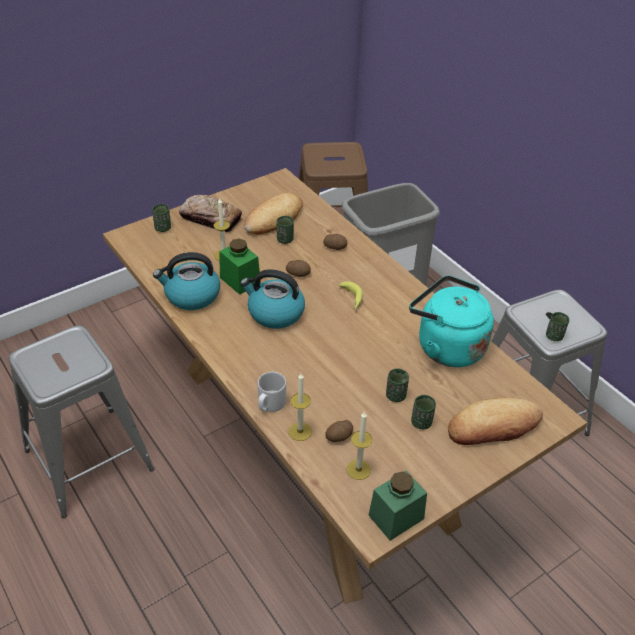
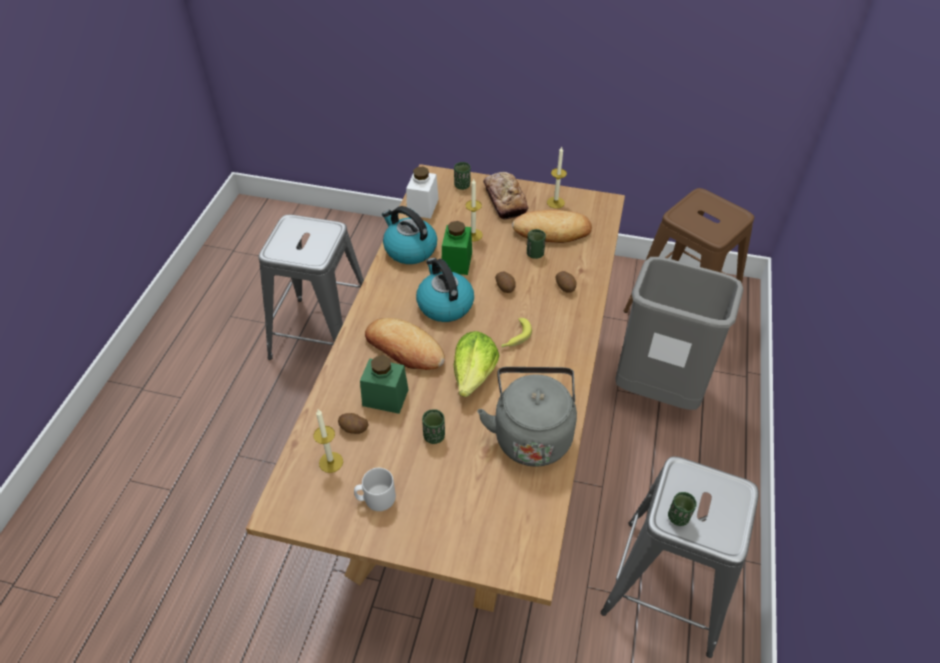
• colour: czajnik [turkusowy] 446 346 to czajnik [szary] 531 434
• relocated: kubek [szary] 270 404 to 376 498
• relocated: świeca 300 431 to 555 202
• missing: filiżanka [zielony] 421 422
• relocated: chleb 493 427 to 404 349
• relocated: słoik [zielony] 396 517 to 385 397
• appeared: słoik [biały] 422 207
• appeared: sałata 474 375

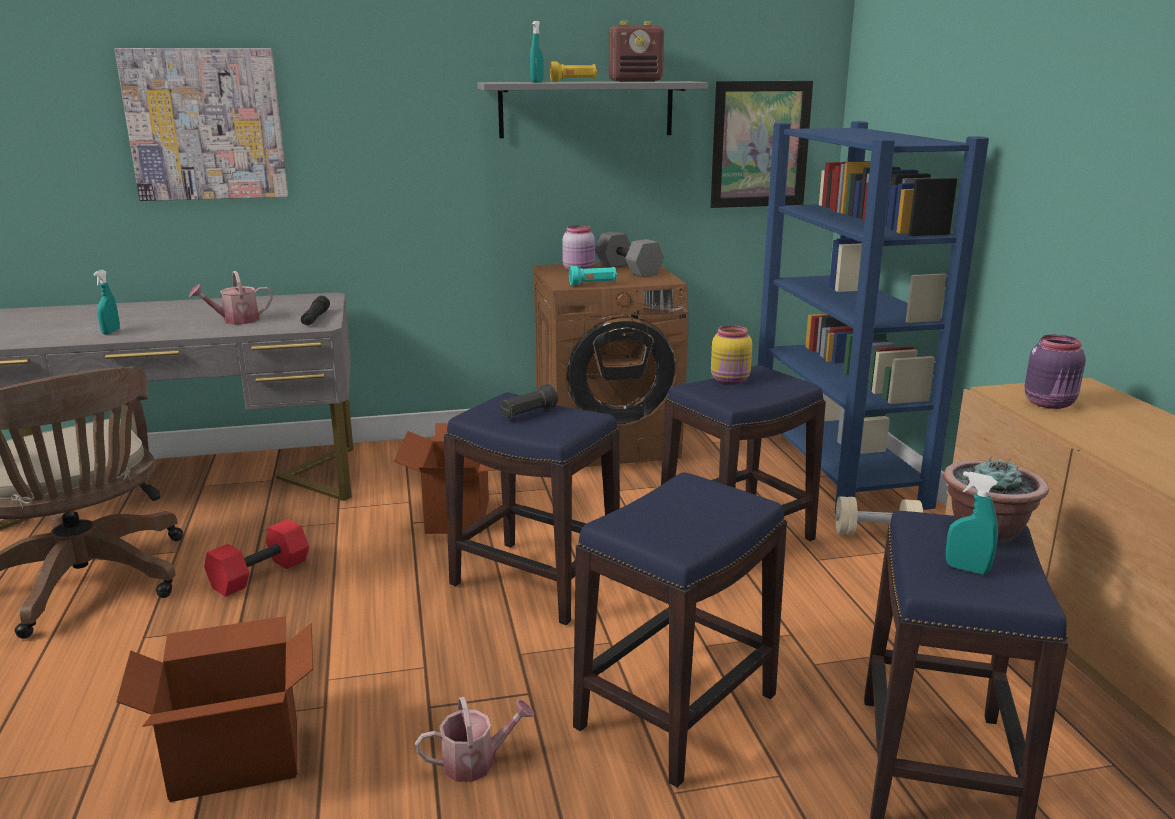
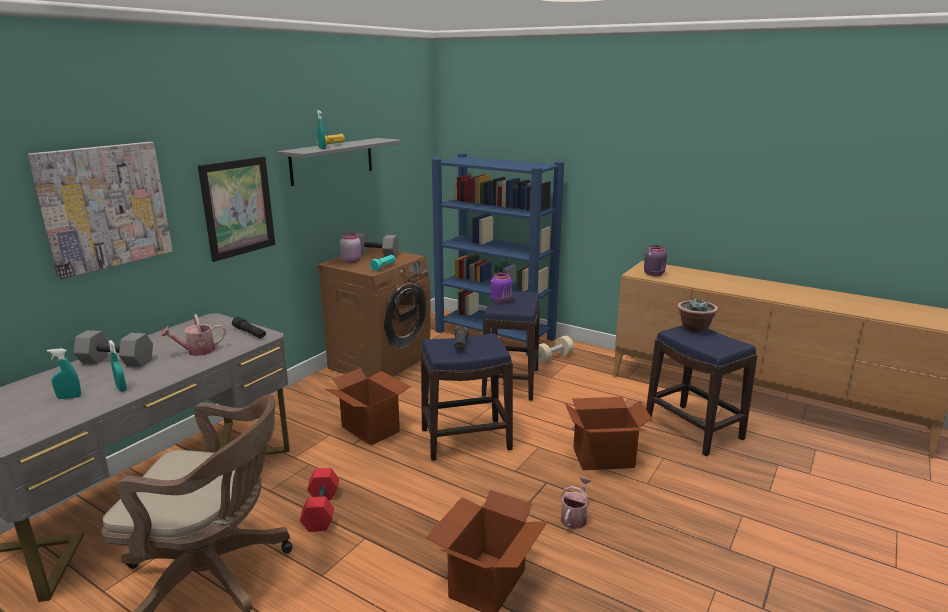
• missing: radio 636 81
• relocated: obraz 760 144 to 238 207
• spun: konewka 235 320 = 197 351 45 degrees clockwise
• colour: słoik [żółty] 731 380 to słoik [fioletowy] 501 301
• relocated: spryskiwacz [turkusowy] 967 569 to 69 397
• exchanged: stołek 676 711 to karton 603 457
• appeared: hantel [szary] 118 361

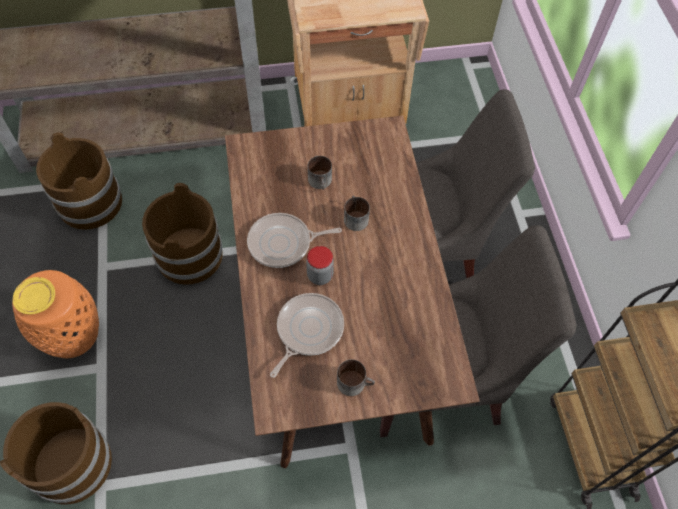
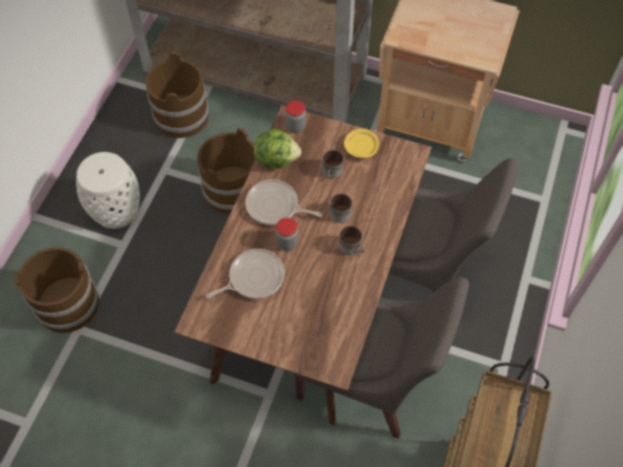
• colour: stołek [pomarańczowy] 72 334 to stołek [biały] 116 210
• relocated: talerz [żółty] 36 299 to 361 147
• relocated: kubek 355 382 to 352 247
• appeared: słoik 296 126
• appeared: sałata 276 159

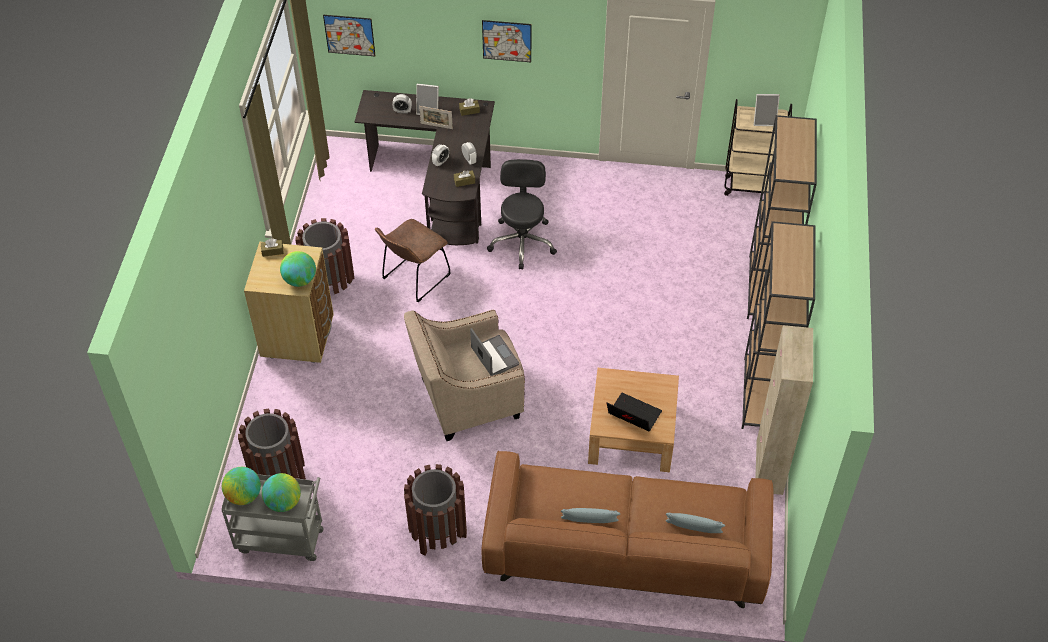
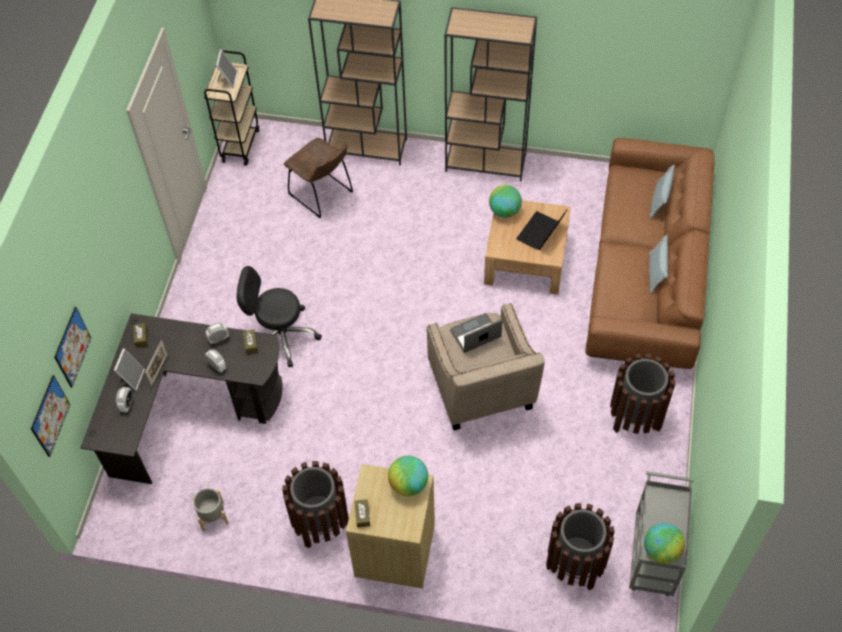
• relocated: obraz 507 41 to 72 347
• relocated: krzesło [brązowy] 414 279 to 323 195
• missing: szafka [beżowy] 769 467
• relocated: globus 283 502 to 504 211
• appeared: donica [szary] 213 516

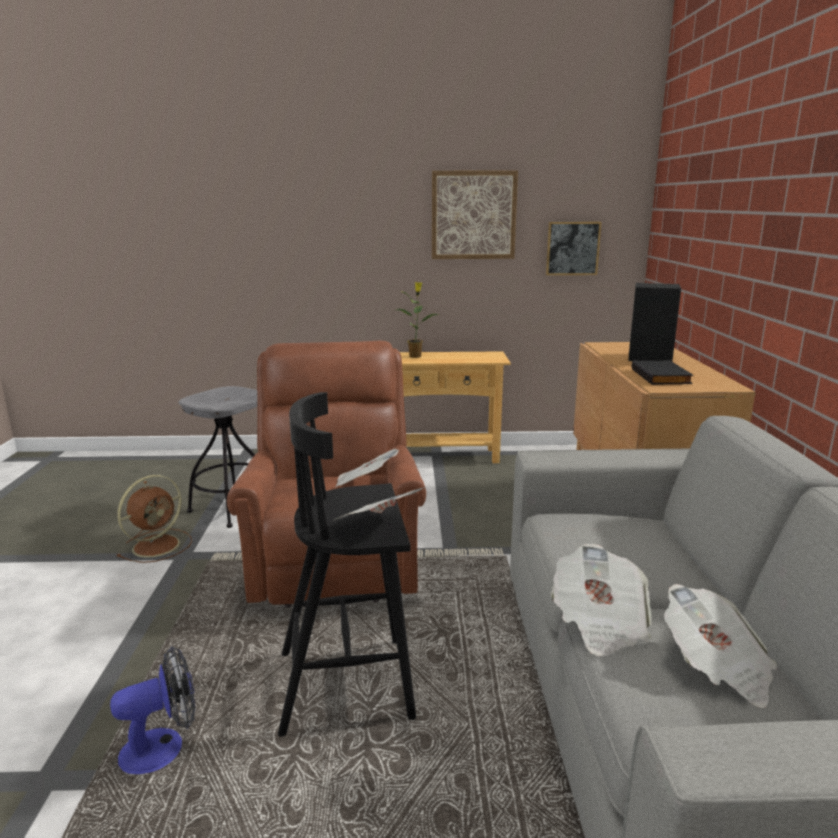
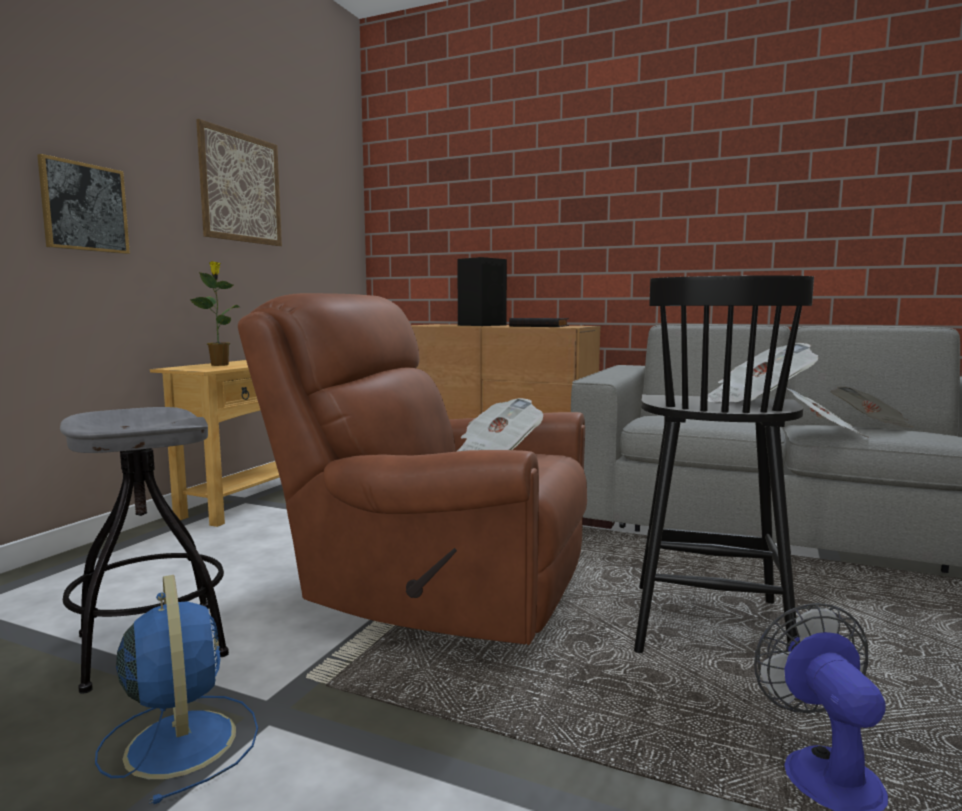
• relocated: obraz 572 248 to 84 207
• colour: wentylator [brązowy] 158 545 to wentylator [niebieski] 180 740

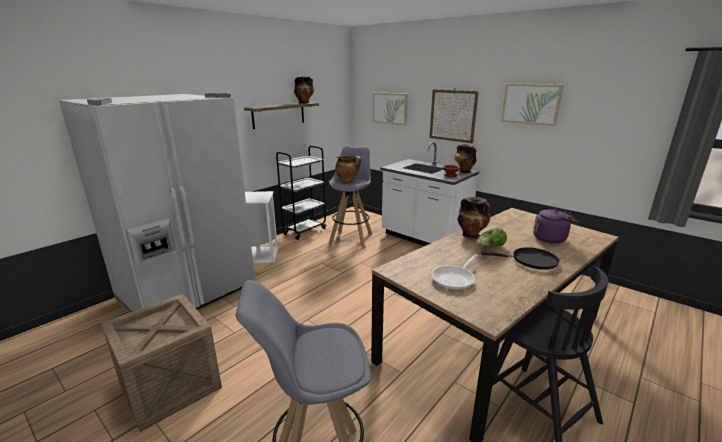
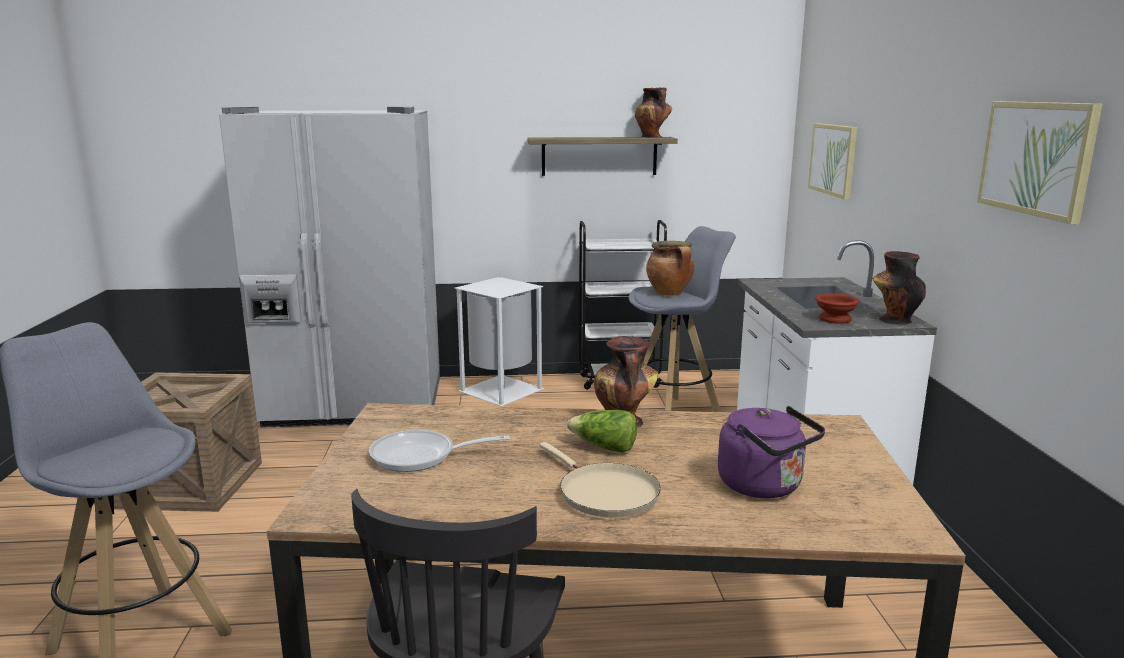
• missing: obraz 453 114
• colour: patelnia [czarny] 531 261 to patelnia [beżowy] 604 493

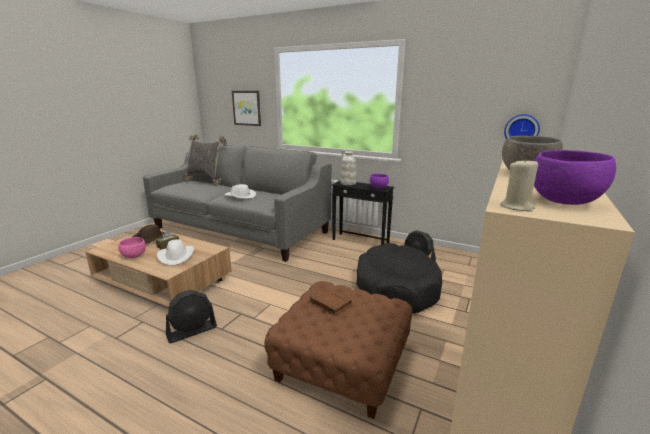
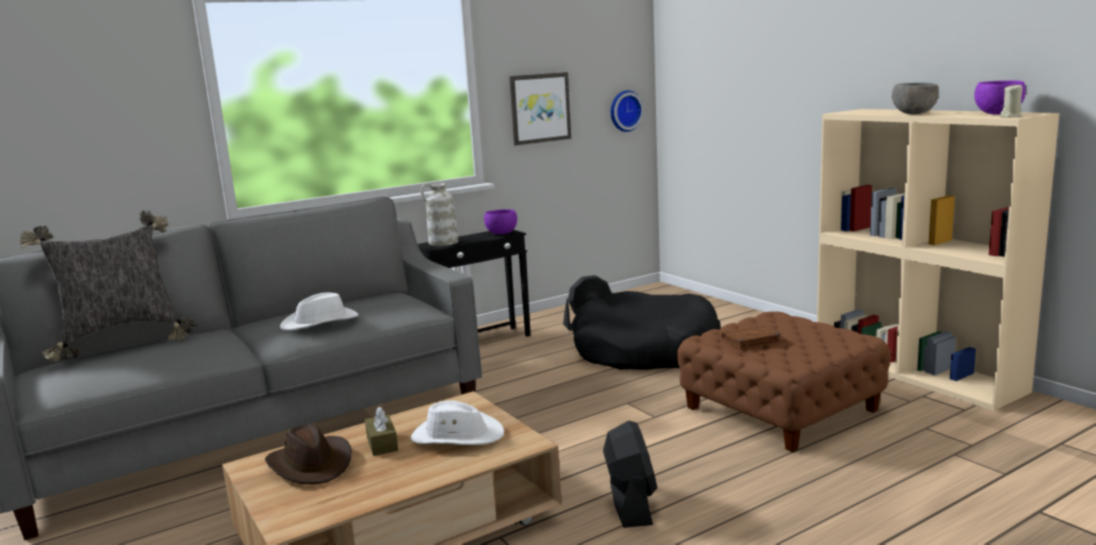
• relocated: obraz 247 108 to 539 108
• missing: miska [różowy] 134 256

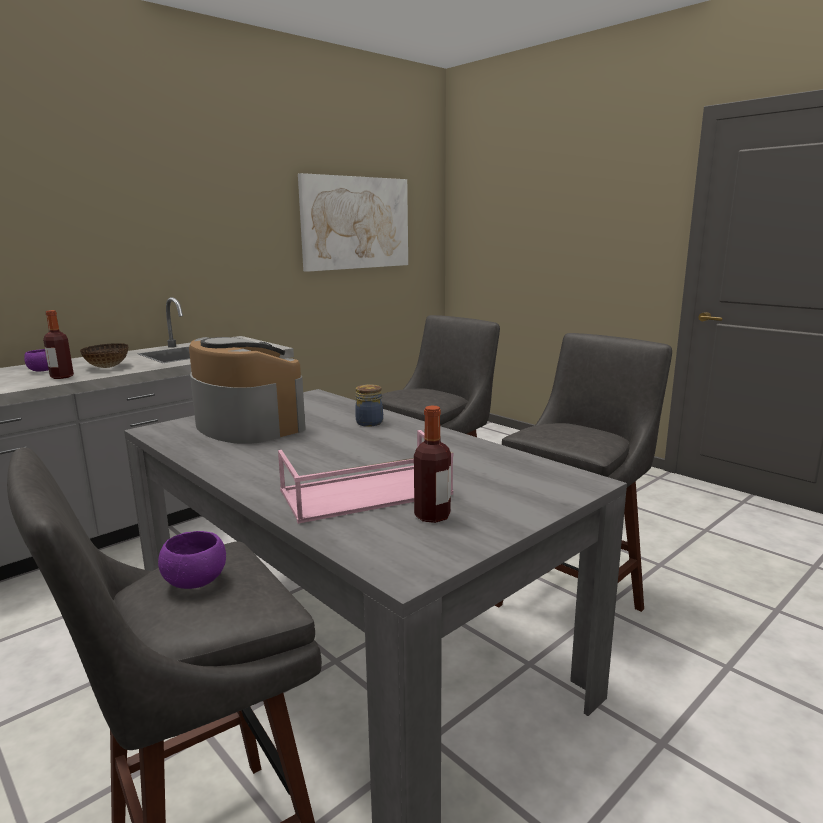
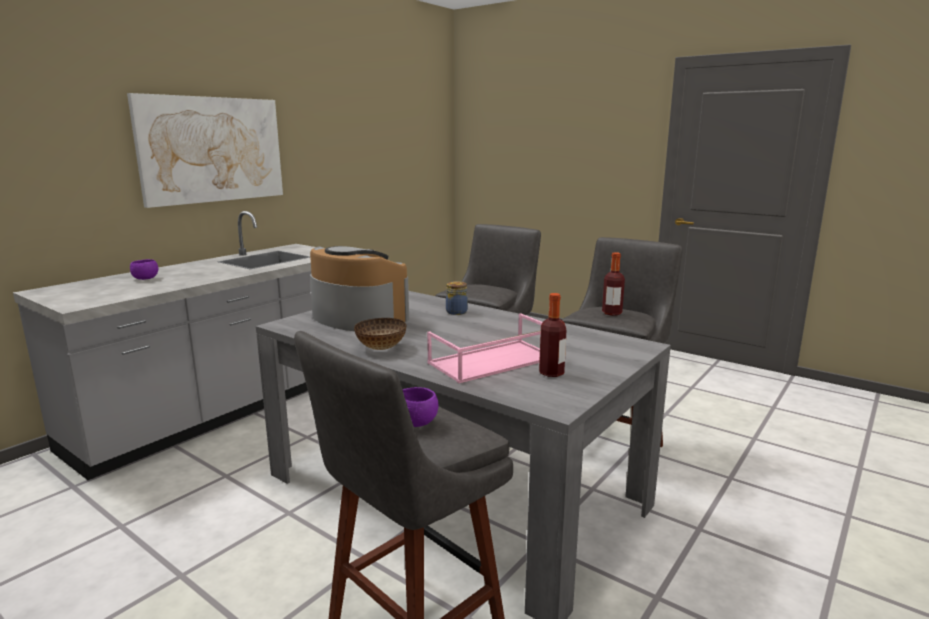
• relocated: obraz 356 223 to 212 149
• relocated: butelka 62 377 to 612 313
• relocated: miska 106 367 to 380 348

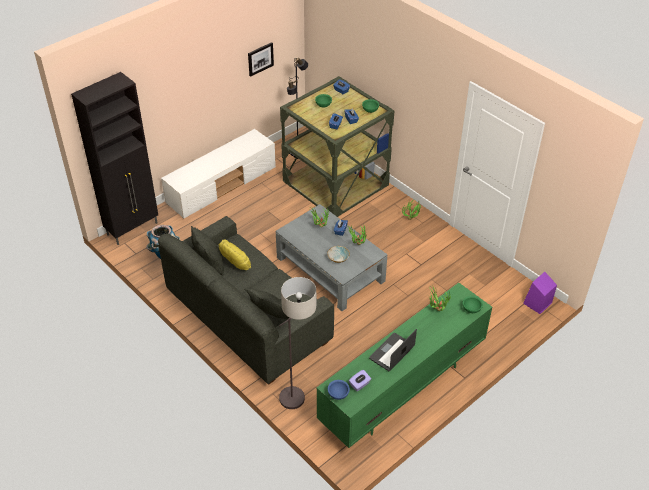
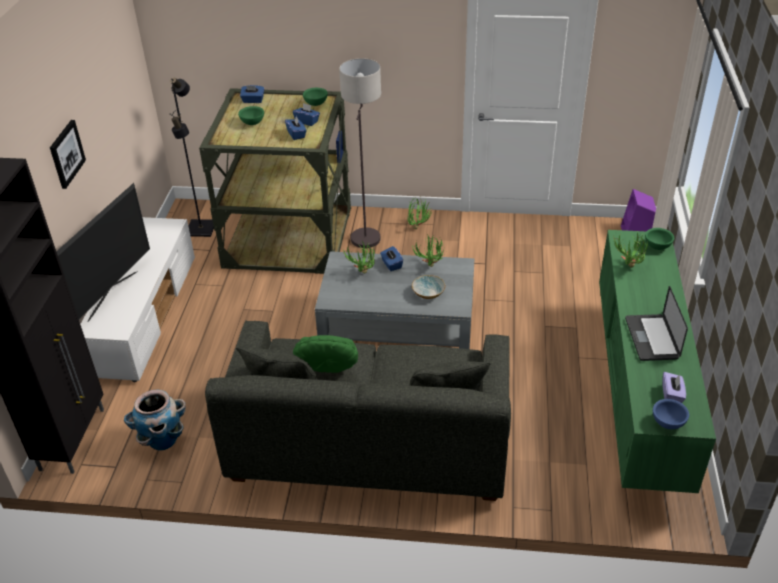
• relocated: obraz 260 59 to 66 154
• colour: poduszka [żółty] 235 267 to poduszka [zielony] 327 375
• relocated: lampa stojąca [szary] 297 394 to 366 234
• appeared: telewizor 112 295

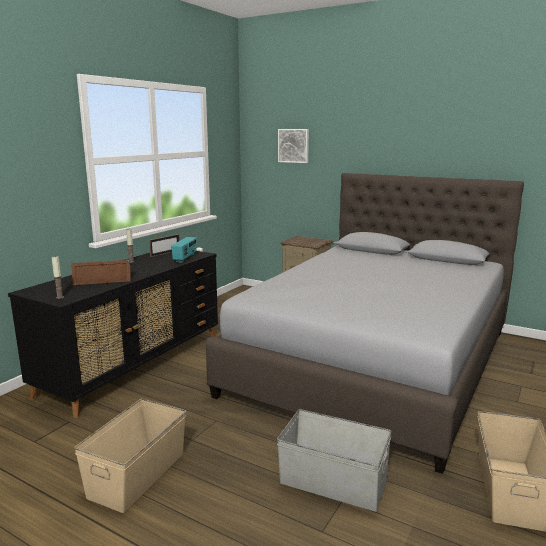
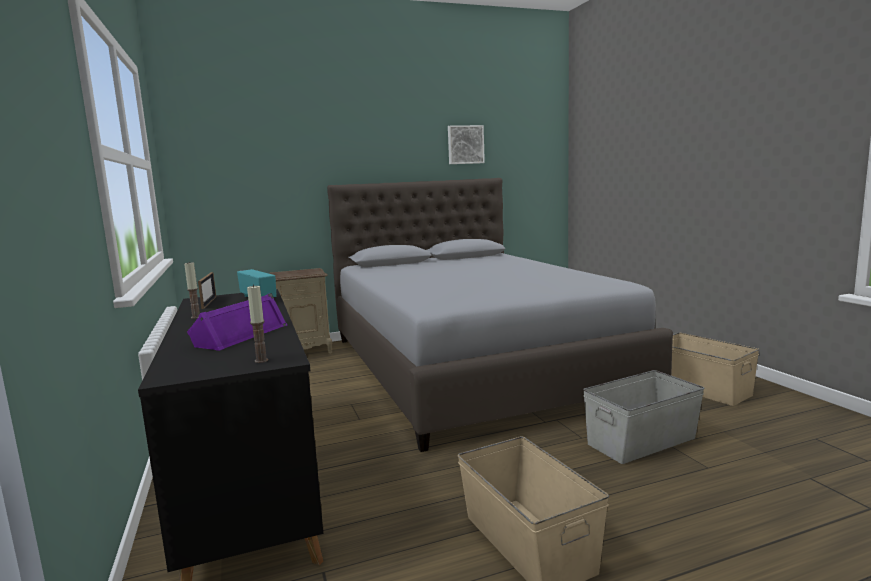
• relocated: obraz 294 145 to 465 144
• colour: głośnik [brązowy] 102 279 to głośnik [fioletowy] 239 335

